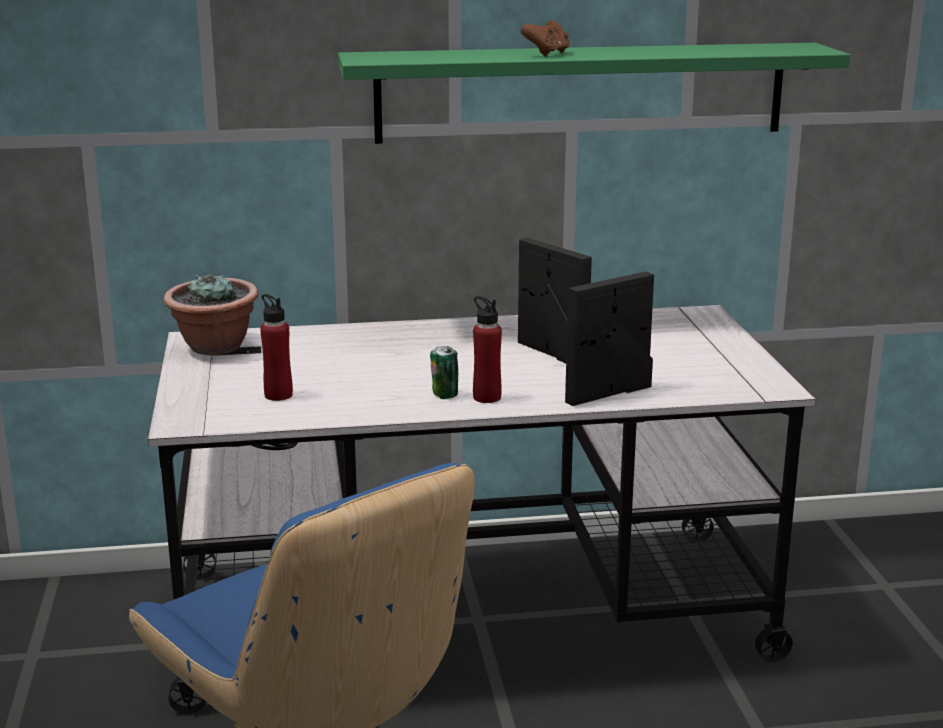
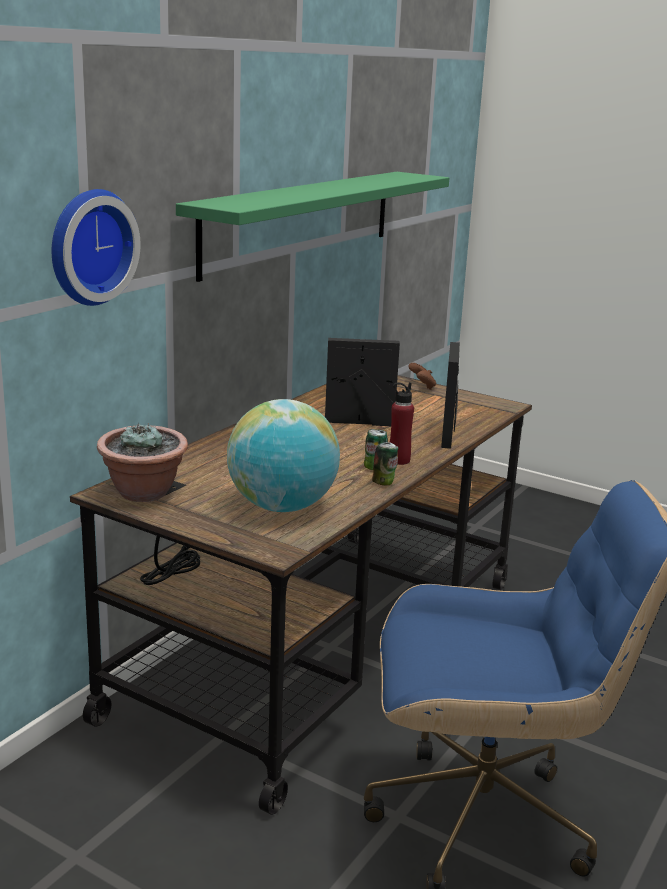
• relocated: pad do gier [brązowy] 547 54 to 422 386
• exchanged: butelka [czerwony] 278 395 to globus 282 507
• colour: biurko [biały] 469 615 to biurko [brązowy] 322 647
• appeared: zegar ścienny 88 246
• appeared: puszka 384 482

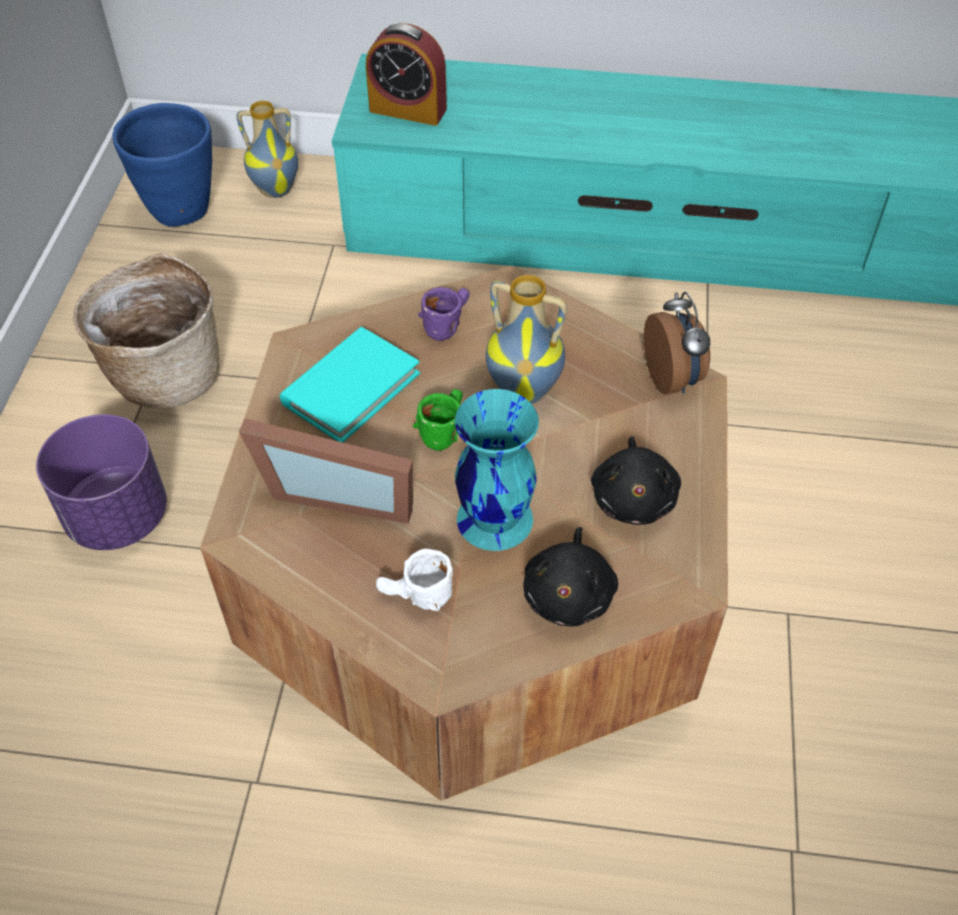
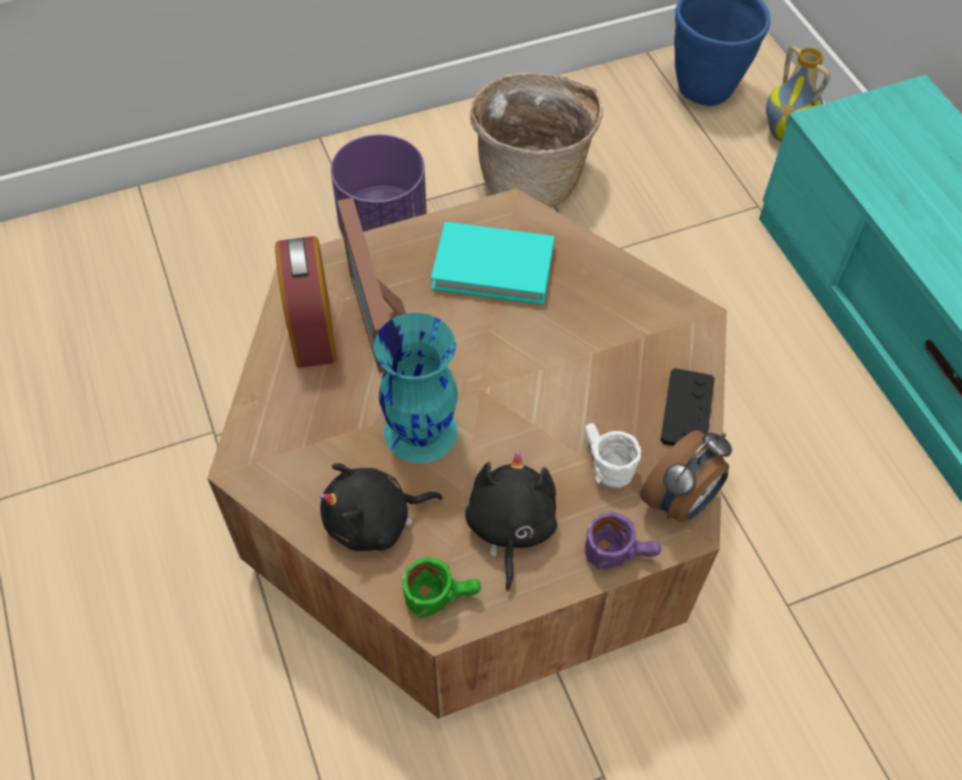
• relocated: budzik 408 110 to 312 327
• missing: wazon 525 389
• relocated: kubek [fioletowy] 446 322 to 619 552
• relocated: kubek [zielony] 442 428 to 441 595
• spun: pluszak [czarny] 633 498 = 510 527 120 degrees clockwise
• relocated: kubek [biały] 415 598 to 602 464
• appeared: pad do gier [czarny] 687 410

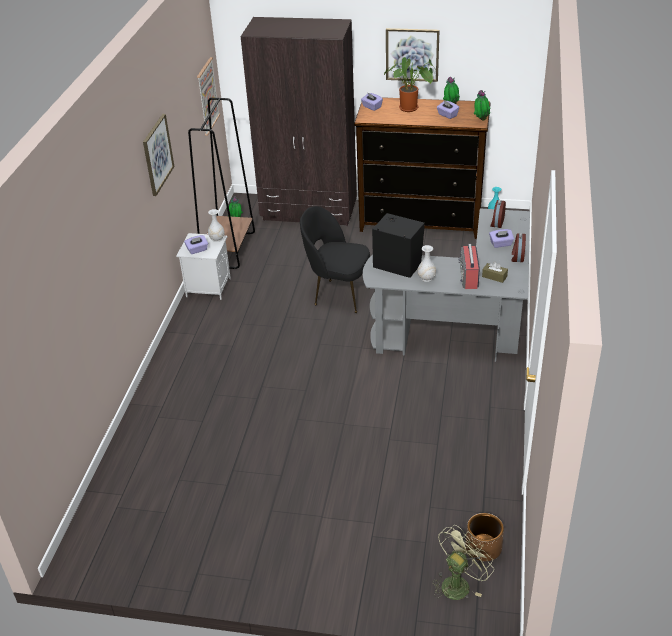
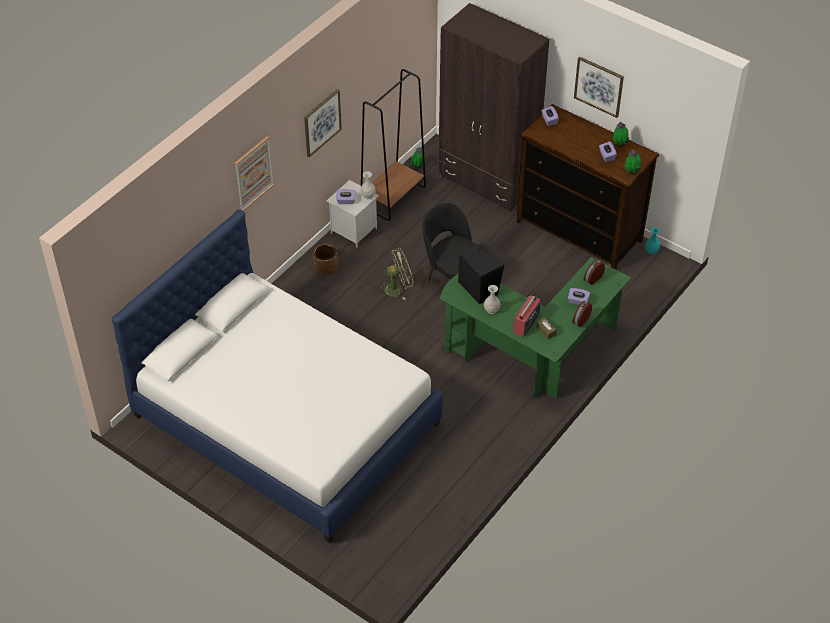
• relocated: obraz 207 96 to 253 173
• missing: roślina doniczkowa 411 108
• colour: biurko [szary] 463 325 to biurko [zielony] 533 354
• relocated: donica [brązowy] 483 547 to 325 266
• relocated: wentylator [zielony] 458 583 to 397 288
• appeared: łóżko [biały] 286 419

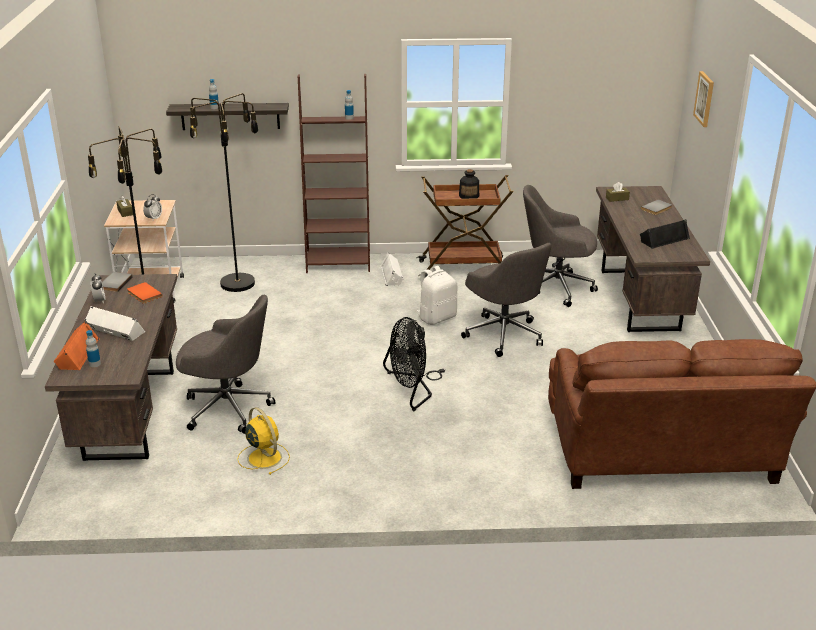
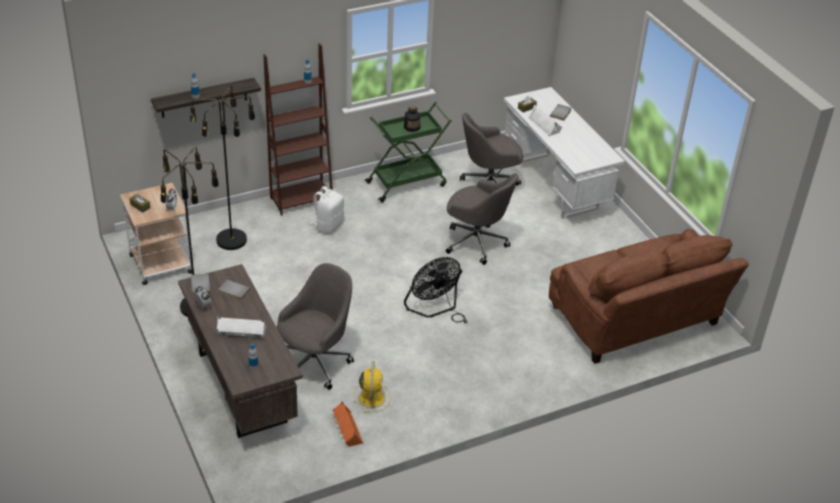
• missing: obraz 704 99
• colour: wózek [brązowy] 462 270 to wózek [zielony] 406 184
• colour: biurko [brązowy] 640 300 to biurko [biały] 555 185
• missing: głośnik [czarny] 663 239
• relocated: głośnik [biały] 392 275 to 545 124
• relocated: plecak [biały] 437 317 to 328 226
• colour: książka [pomarańczowy] 143 294 to książka [szary] 233 291
• spun: krzesło biurowe [szary] 228 409 = 315 363 45 degrees counterclockwise
• spun: wentylator [czarny] 413 387 = 439 307 105 degrees clockwise
• relocated: głośnik [pomarańczowy] 76 353 to 347 429
• spun: wentylator [żółty] 263 457 = 371 397 60 degrees clockwise

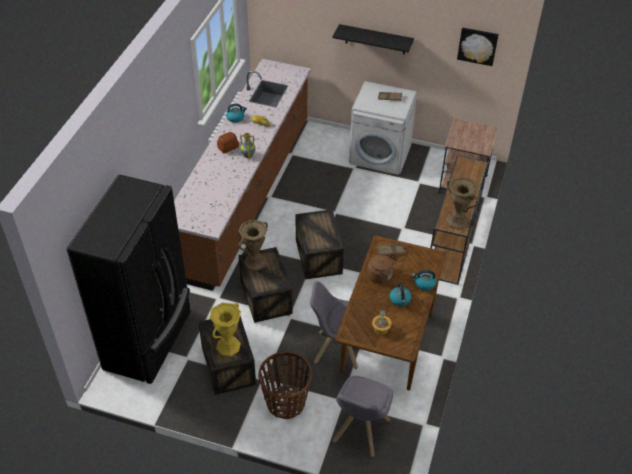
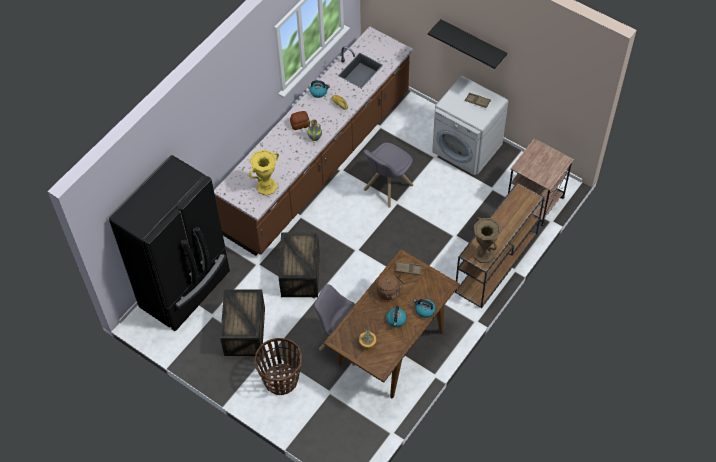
• missing: obraz 477 45
• missing: skrzynka 319 257
• missing: wazon [brązowy] 255 262
• relocated: wazon [żółty] 228 346 to 266 186
• relocated: krzesło [szary] 360 430 to 387 187

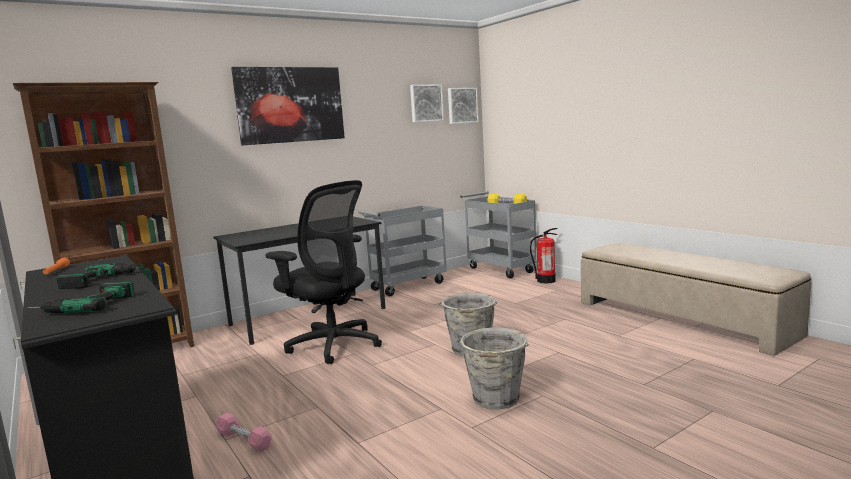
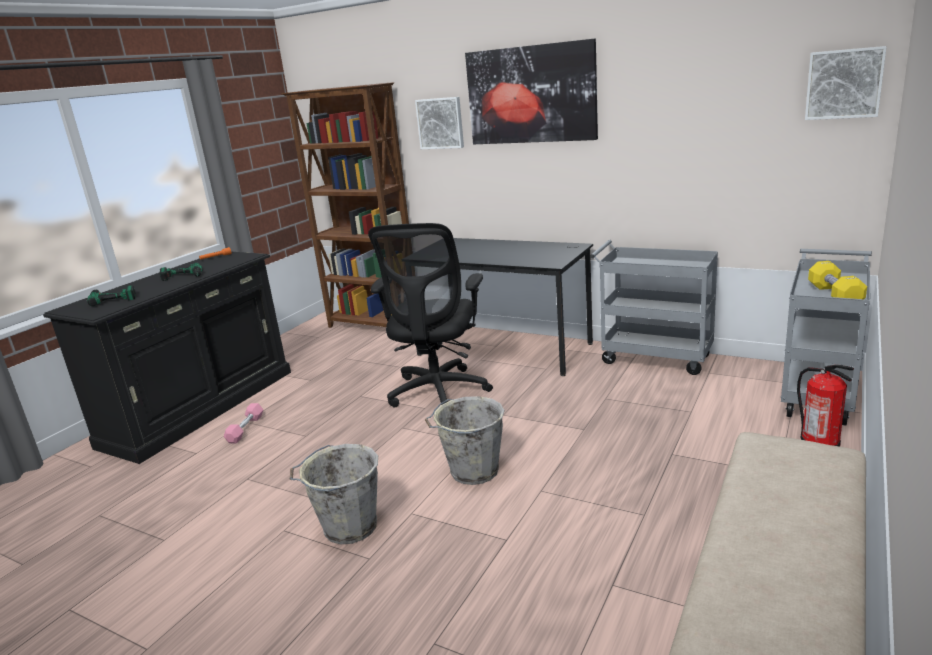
• relocated: obraz 426 103 to 441 123

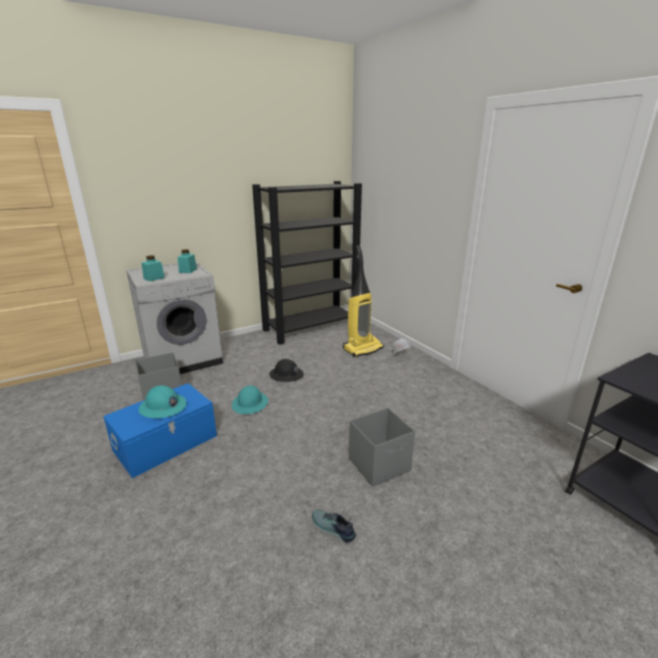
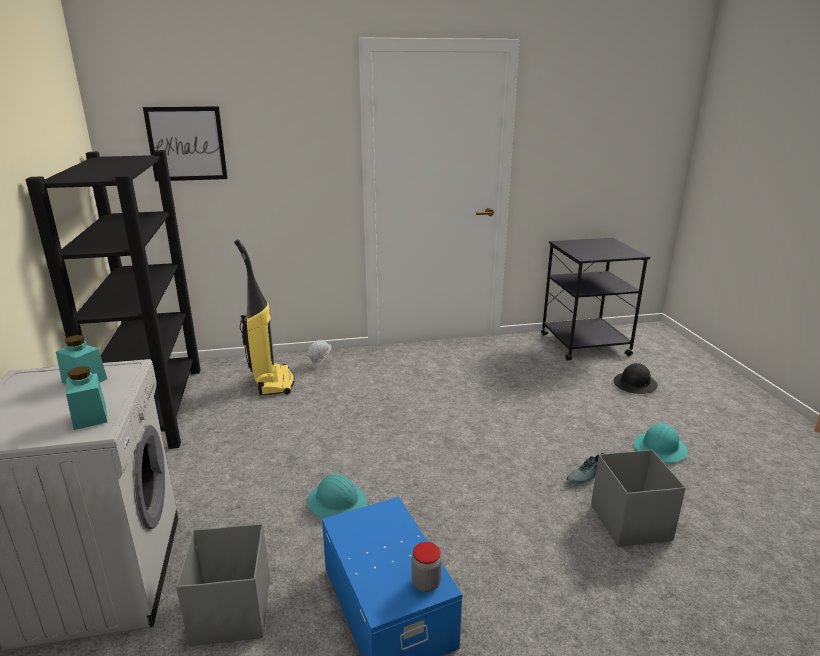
• relocated: kask [czarny] 286 375 to 635 384
• relocated: kask [turkusowy] 163 407 to 660 449
• relocated: pojemnik do przechowywania [szary] 380 465 to 630 521
• appeared: obraz 186 144
• appeared: słoik 426 583

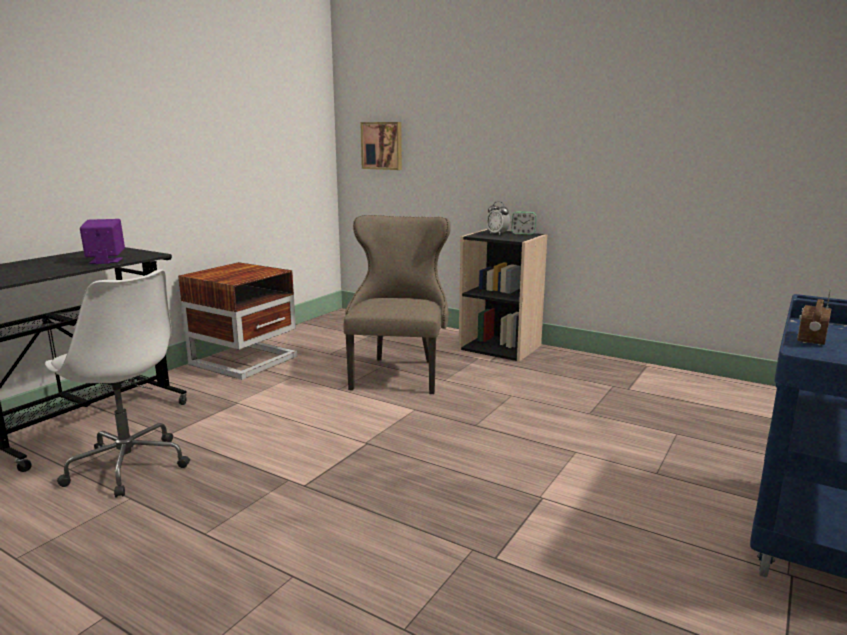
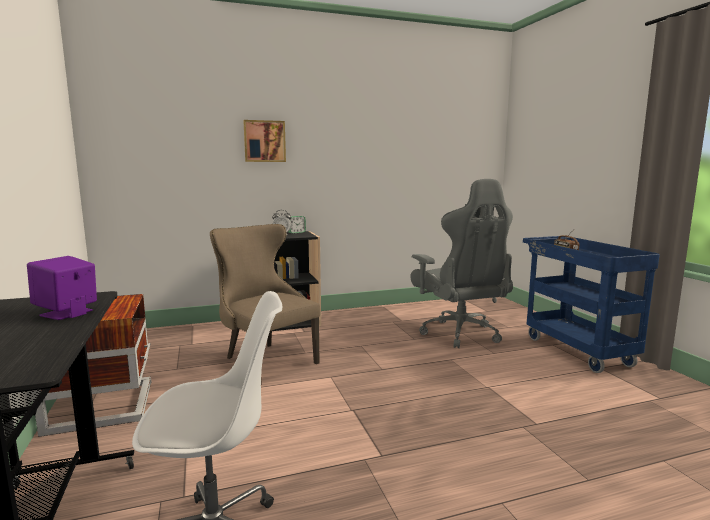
• relocated: obraz 382 145 to 264 141
• appeared: krzesło biurowe [szary] 457 332

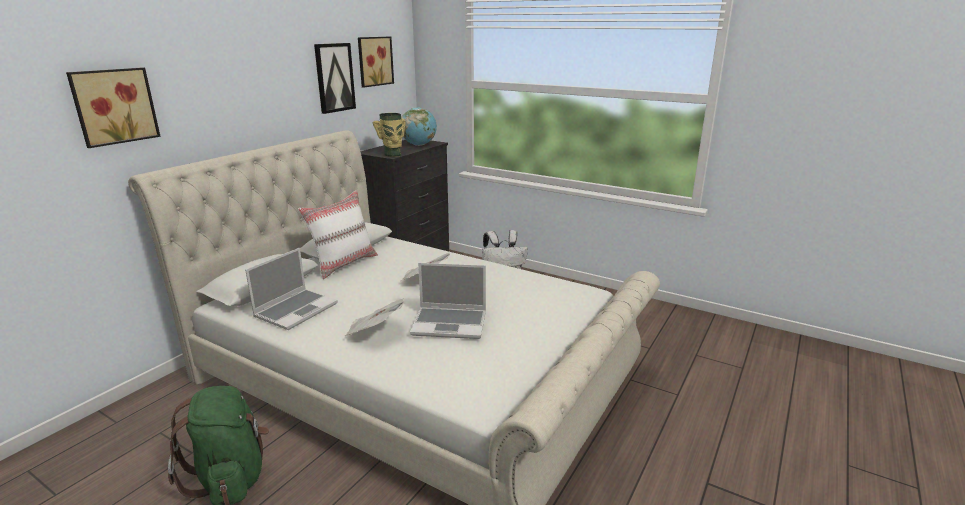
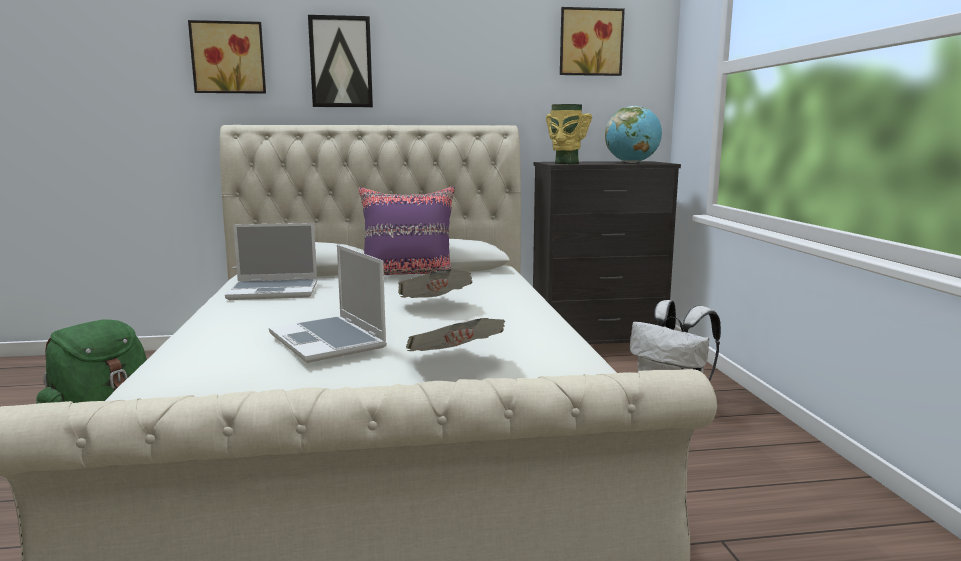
• relocated: obraz 334 77 to 341 62
• colour: poduszka [biały] 344 264 to poduszka [fioletowy] 408 276
• relocated: gazeta 375 331 to 454 363

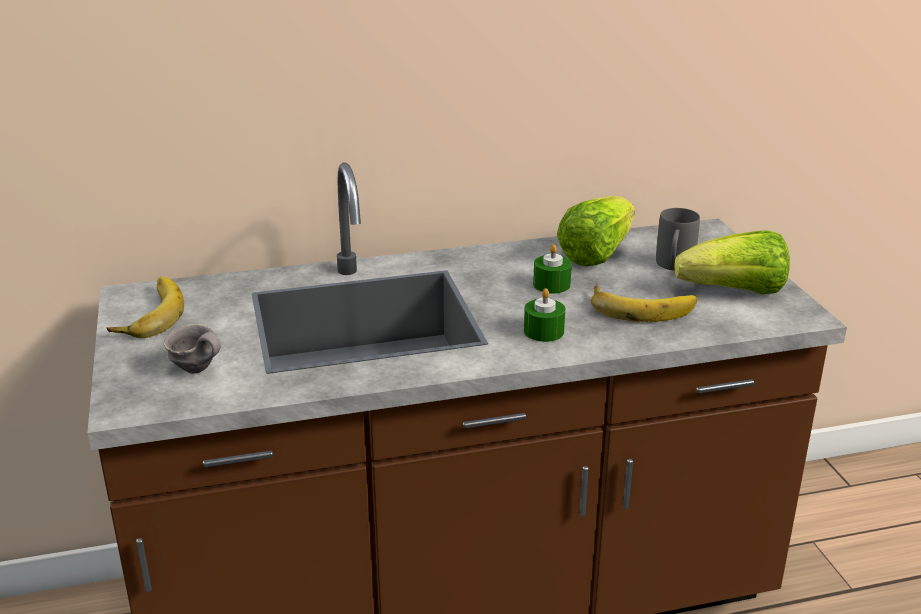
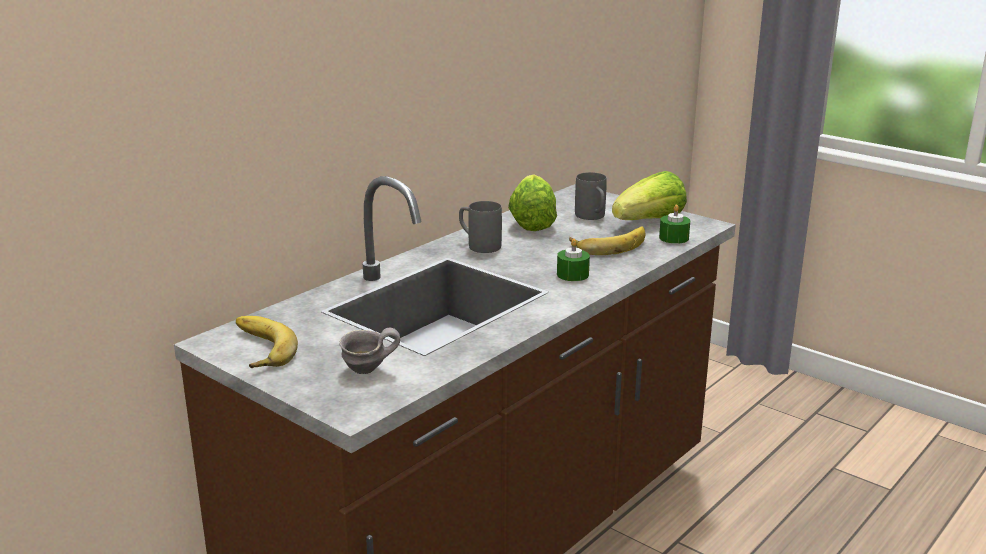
• relocated: świeca [zielony] 551 284 to 674 238
• appeared: kubek [szary] 478 245

